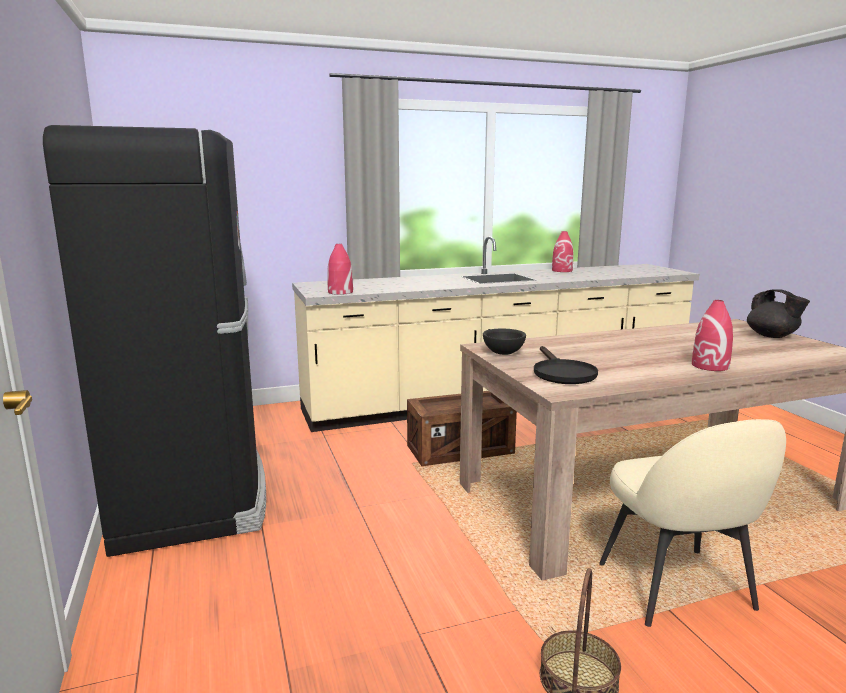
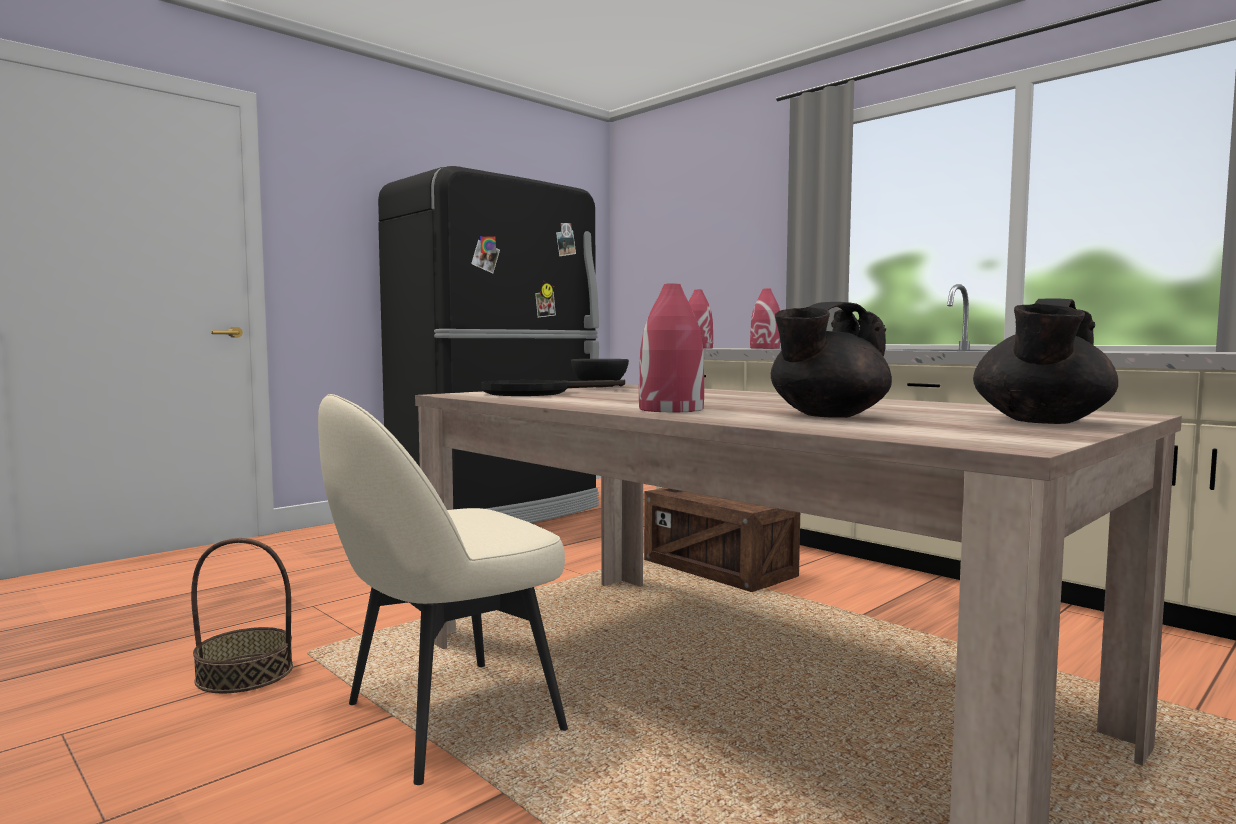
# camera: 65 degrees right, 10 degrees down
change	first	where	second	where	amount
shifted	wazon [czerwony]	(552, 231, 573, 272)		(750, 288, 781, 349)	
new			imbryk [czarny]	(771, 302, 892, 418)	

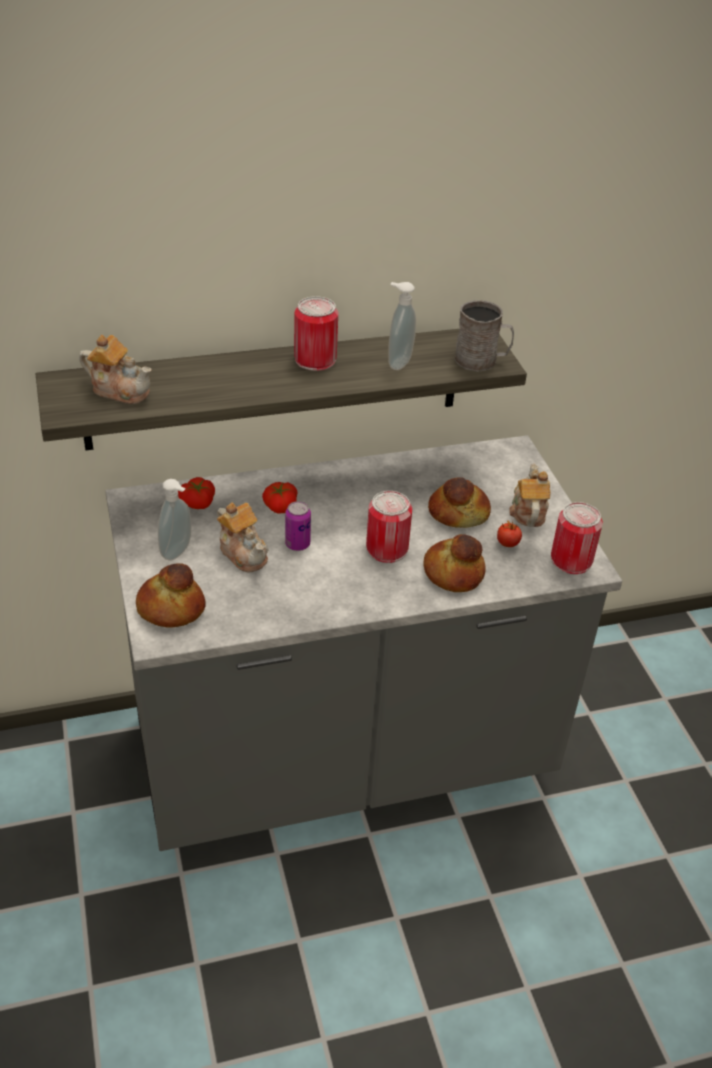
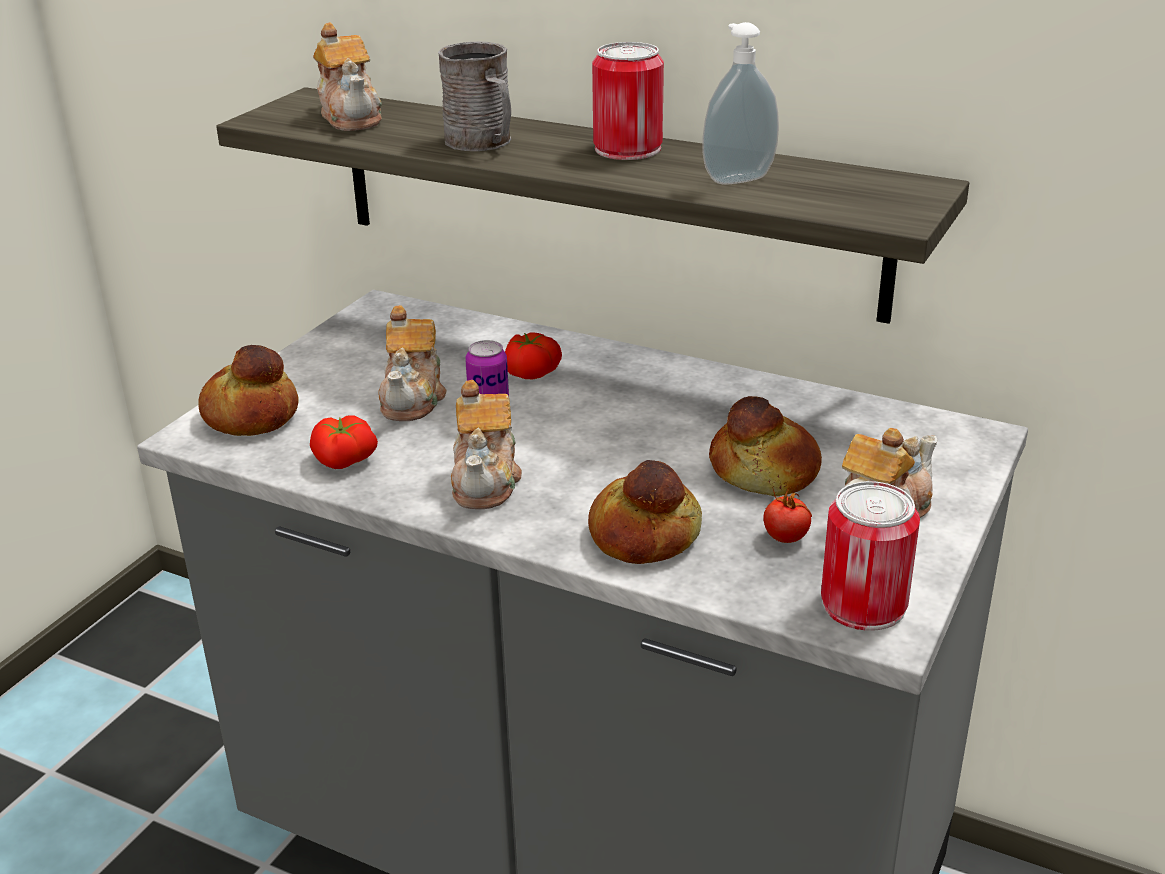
# camera: 45 degrees right, 10 degrees down
change	first	where	second	where	amount
shifted	pomidor	(178, 477, 215, 509)		(310, 415, 378, 469)	
shifted	kubek [szary]	(454, 300, 514, 372)		(438, 42, 511, 151)	
new			imbryk	(451, 380, 522, 509)	
gone	dozownik mydła	(158, 479, 191, 561)			
gone	puszka	(366, 491, 412, 563)			

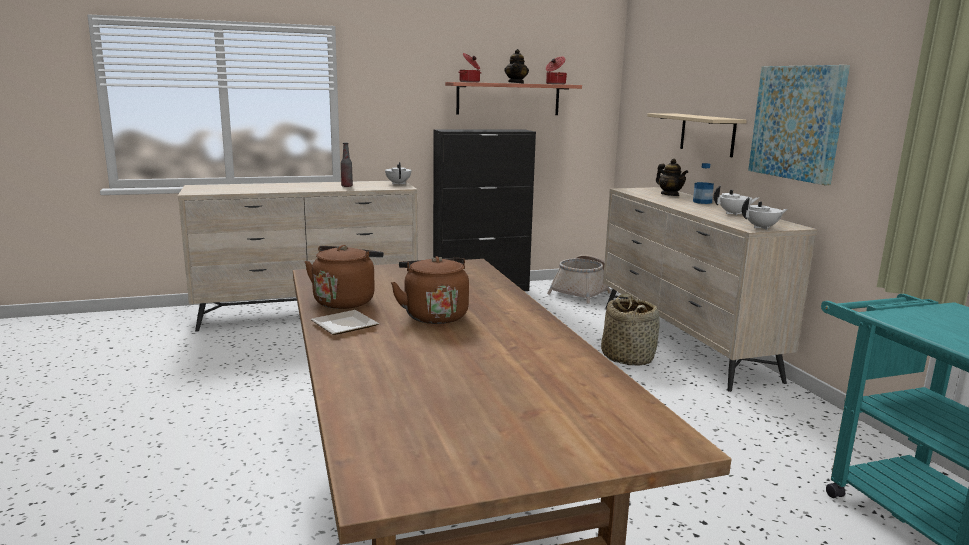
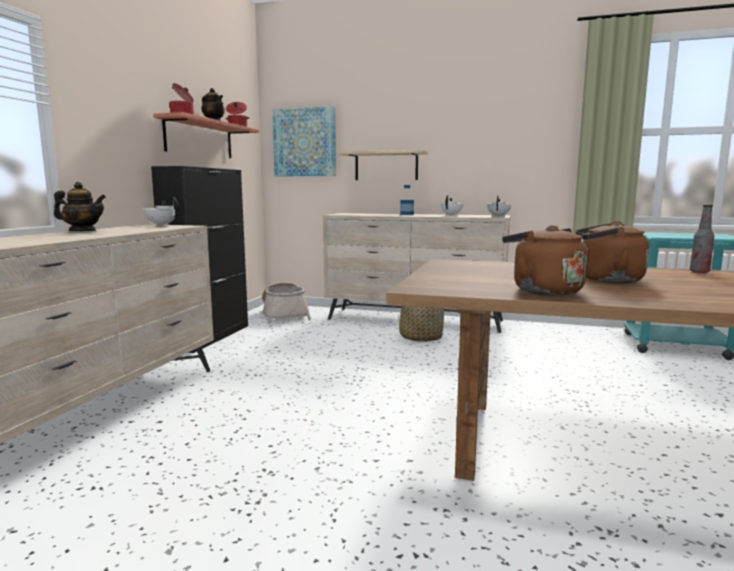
# camera: 55 degrees left, 5 degrees down
change	first	where	second	where	amount
shifted	imbryk	(656, 159, 688, 196)		(54, 182, 106, 231)	
shifted	obraz	(748, 65, 850, 185)		(272, 106, 336, 176)	
shifted	butelka	(341, 143, 353, 187)		(690, 205, 714, 273)	
gone	talerz	(311, 310, 379, 335)			

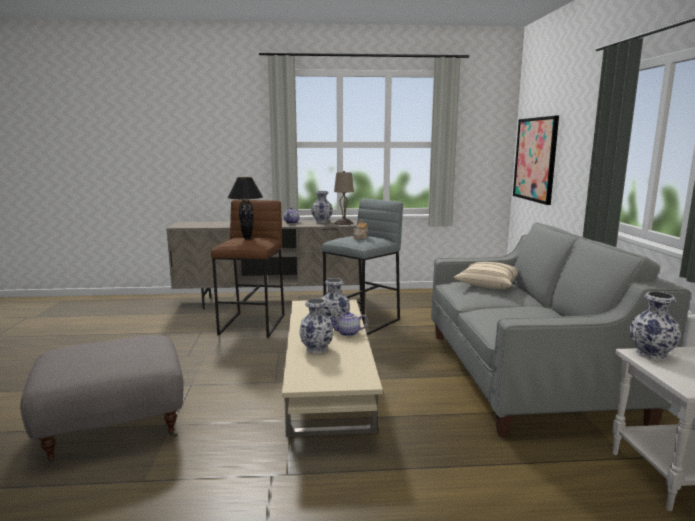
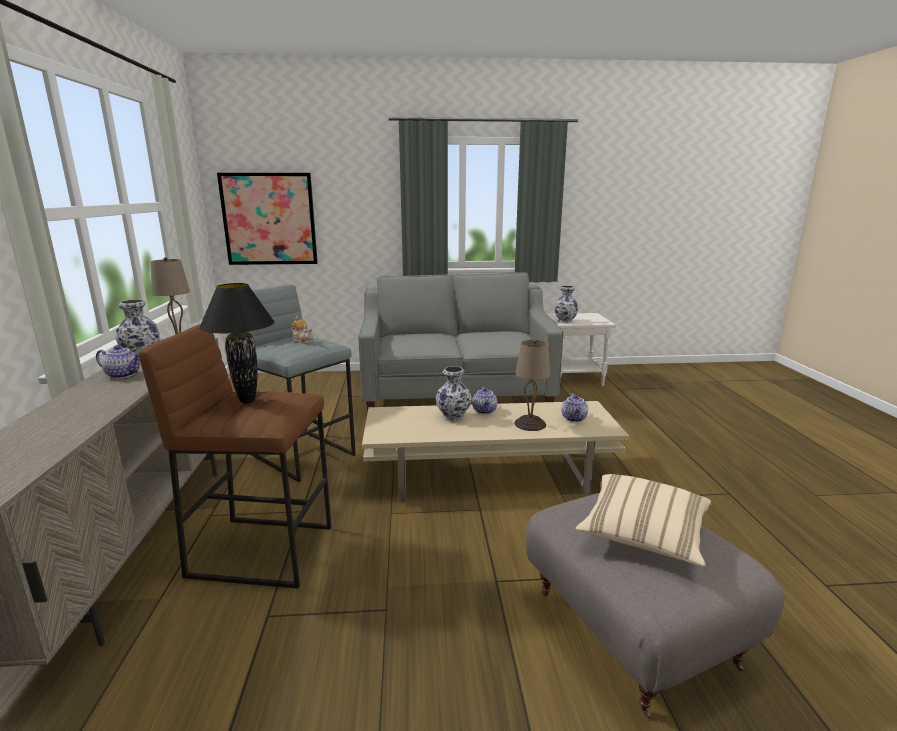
# camera: 90 degrees left, 5 degrees up
change	first	where	second	where	amount
swapped	wazon	(300, 298, 333, 354)	lampa stołowa [beżowy]	(514, 340, 550, 431)	
new			imbryk	(562, 393, 588, 422)	
shifted	poduszka [beżowy]	(453, 262, 518, 290)		(576, 474, 711, 567)	

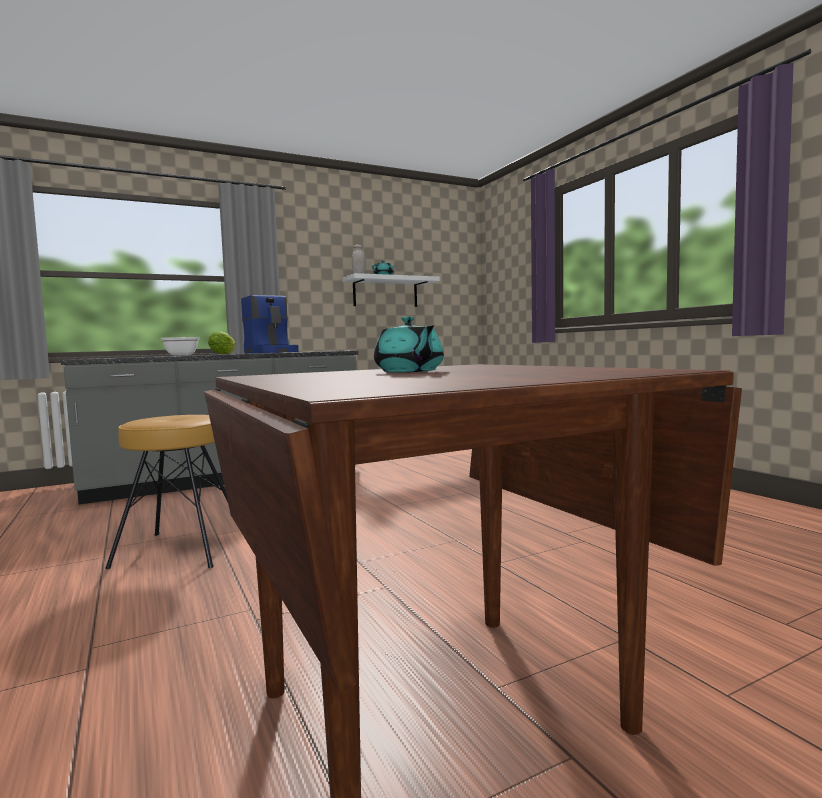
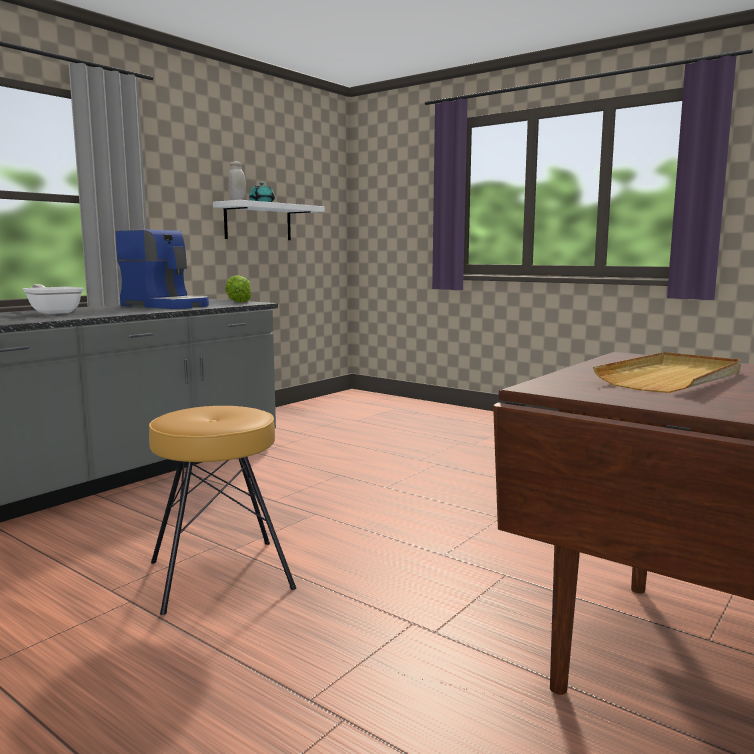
# camera: 25 degrees left, 5 degrees up
change	first	where	second	where	amount
shifted	sałata	(208, 331, 236, 354)		(225, 275, 252, 302)	
swapped	imbryk [turkusowy]	(374, 317, 444, 372)	taca [beżowy]	(593, 352, 741, 393)	

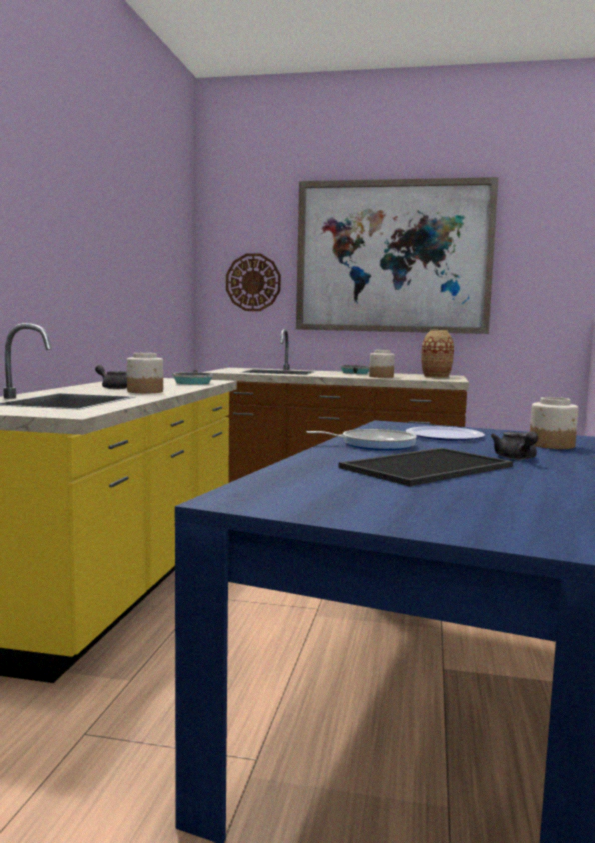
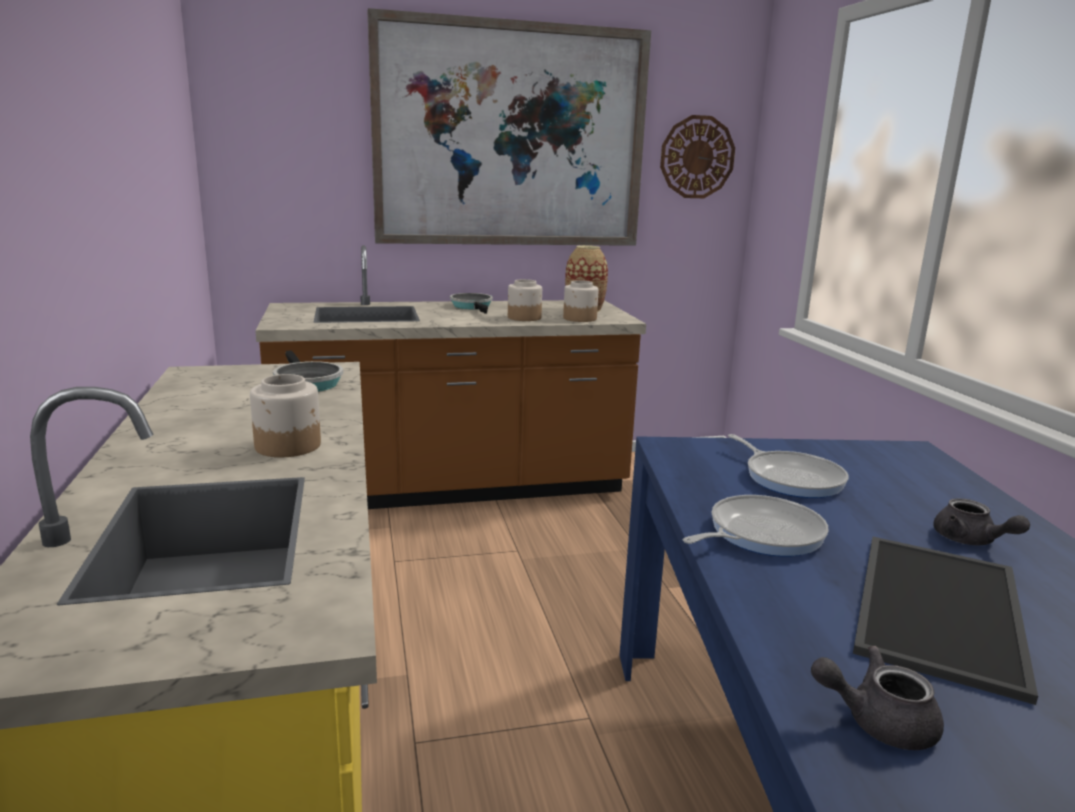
# camera: 25 degrees left, 10 degrees up
change	first	where	second	where	amount
shifted	słoik	(530, 397, 578, 449)		(563, 280, 599, 322)	
shifted	zegar ścienny	(226, 254, 281, 311)		(660, 115, 735, 198)	
swapped	talerz	(406, 426, 485, 441)	patelnia	(728, 434, 848, 498)	
shifted	imbryk [szary]	(95, 365, 127, 389)		(811, 646, 944, 750)	

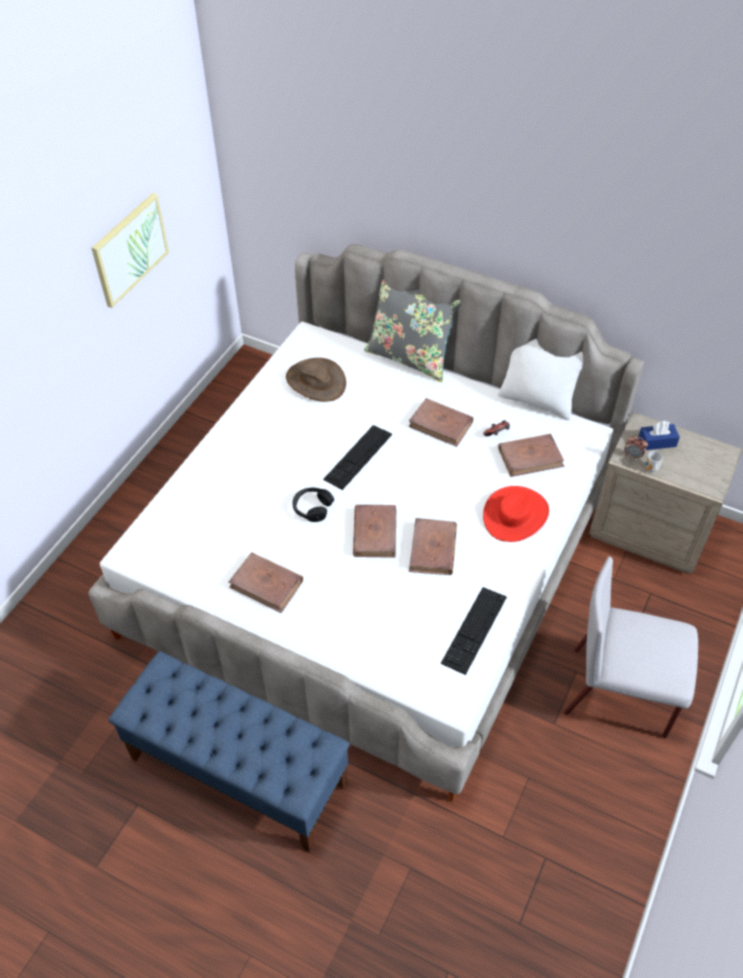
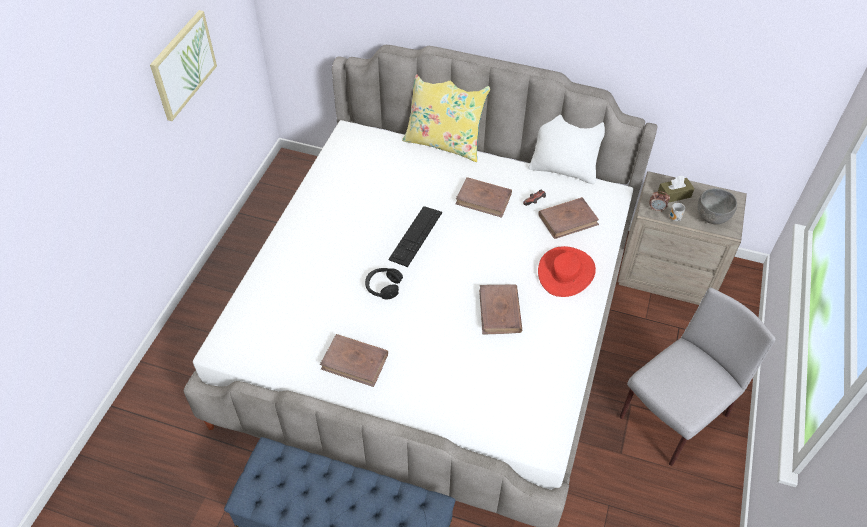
# camera: 10 degrees left, 0 degrees up
change	first	where	second	where	amount
repainted	poduszka [szary]	(364, 279, 461, 382)	poduszka [żółty]	(402, 74, 490, 162)	
rotated	krzesło [szary]	(564, 556, 698, 738)		(620, 288, 776, 466)	135 degrees clockwise
repainted	pudełko chusteczek [niebieski]	(638, 421, 680, 450)	pudełko chusteczek [brązowy]	(658, 176, 695, 203)	
new			miska [szary]	(698, 188, 737, 225)	
gone	kapelusz [brązowy]	(286, 358, 346, 402)			
gone	książka [brązowy]	(353, 505, 396, 558)			
gone	klawiatura	(441, 587, 507, 675)			

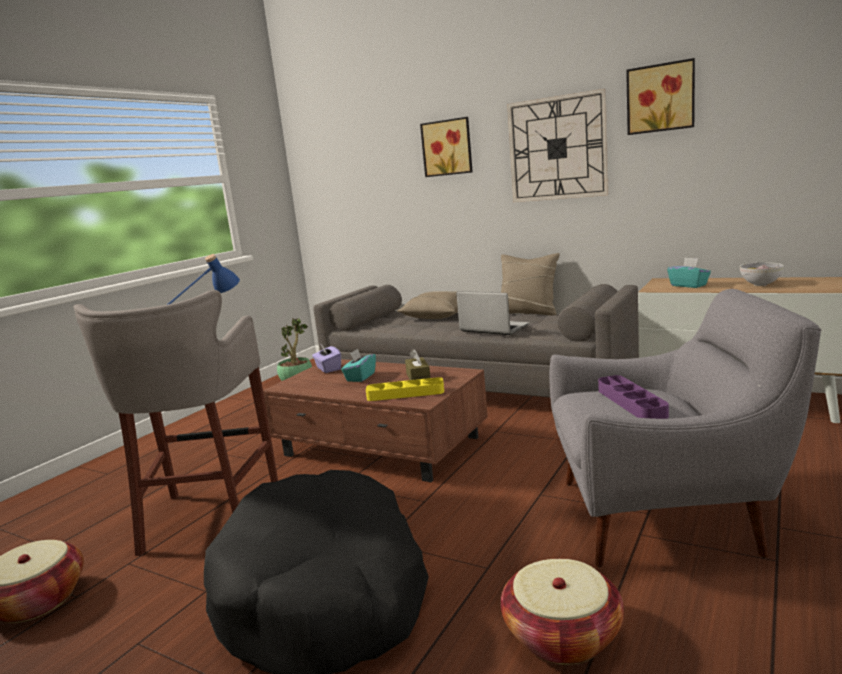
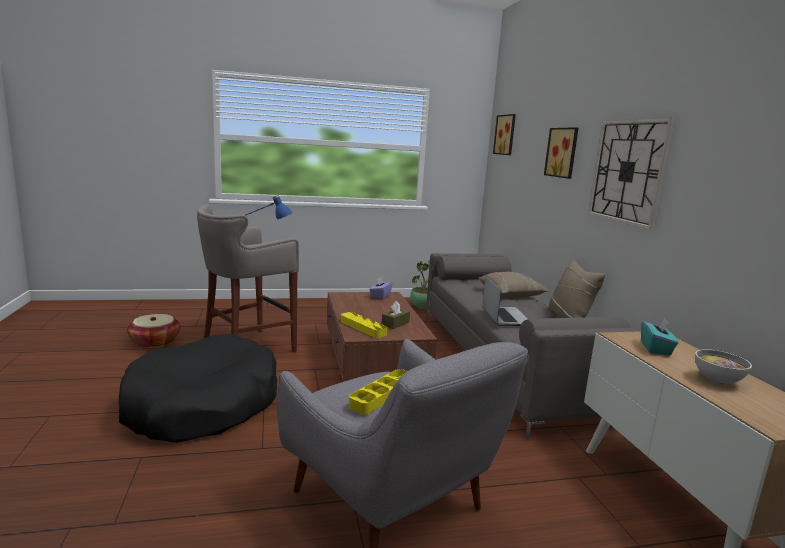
# camera: 45 degrees right, 0 degrees up
change	first	where	second	where	amount
repainted	taca [fioletowy]	(598, 375, 669, 419)	taca [żółty]	(349, 369, 407, 414)	
shifted	obraz	(626, 58, 695, 135)		(493, 114, 516, 155)	
gone	pudełko chusteczek [turkusowy]	(341, 348, 376, 382)			
gone	koszyk	(501, 559, 624, 665)			

